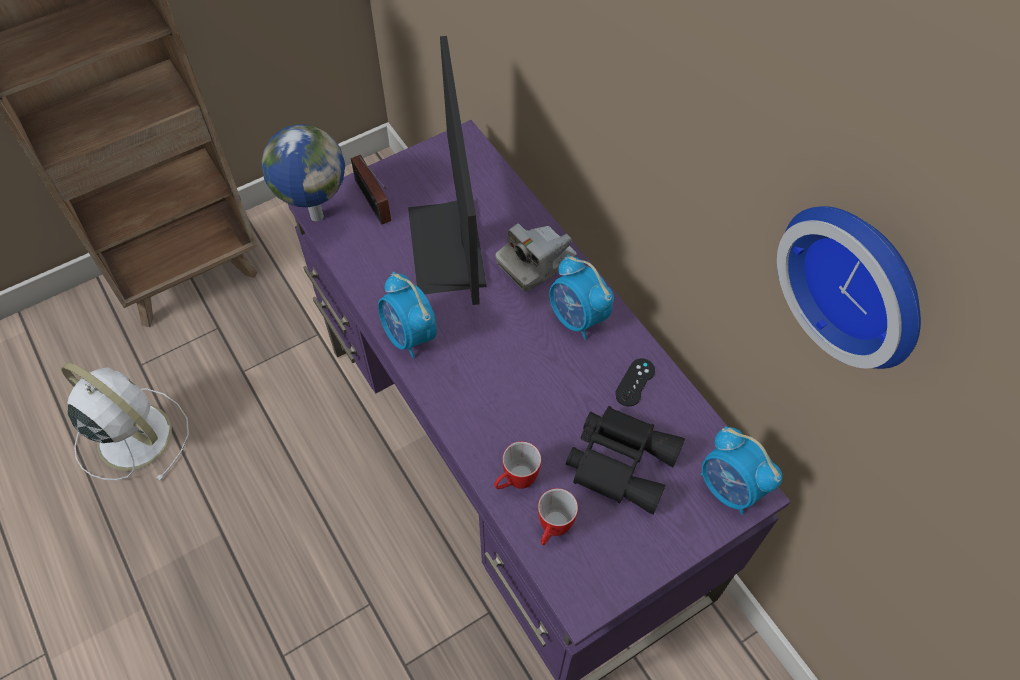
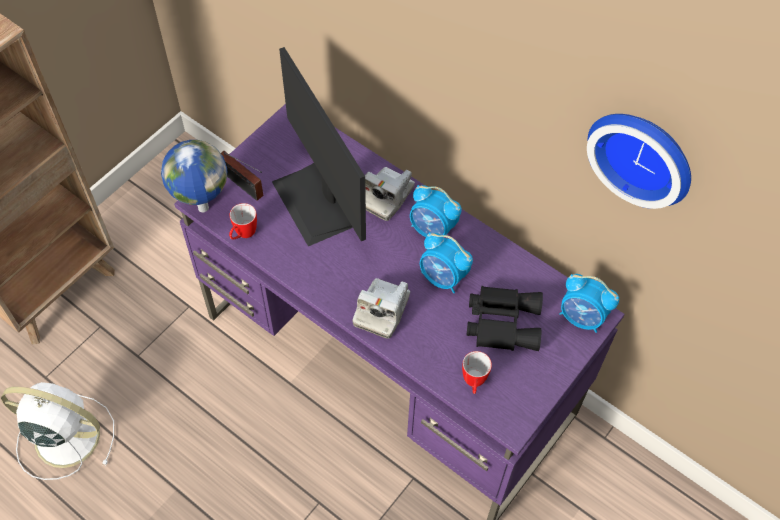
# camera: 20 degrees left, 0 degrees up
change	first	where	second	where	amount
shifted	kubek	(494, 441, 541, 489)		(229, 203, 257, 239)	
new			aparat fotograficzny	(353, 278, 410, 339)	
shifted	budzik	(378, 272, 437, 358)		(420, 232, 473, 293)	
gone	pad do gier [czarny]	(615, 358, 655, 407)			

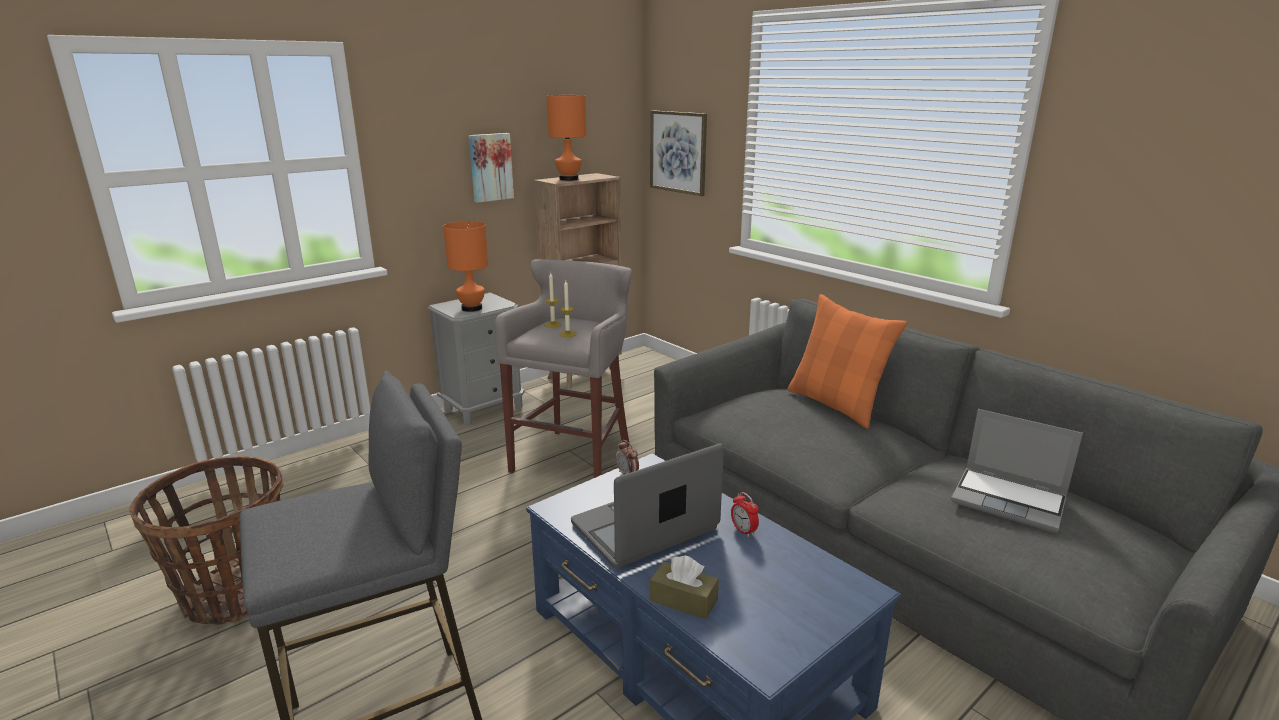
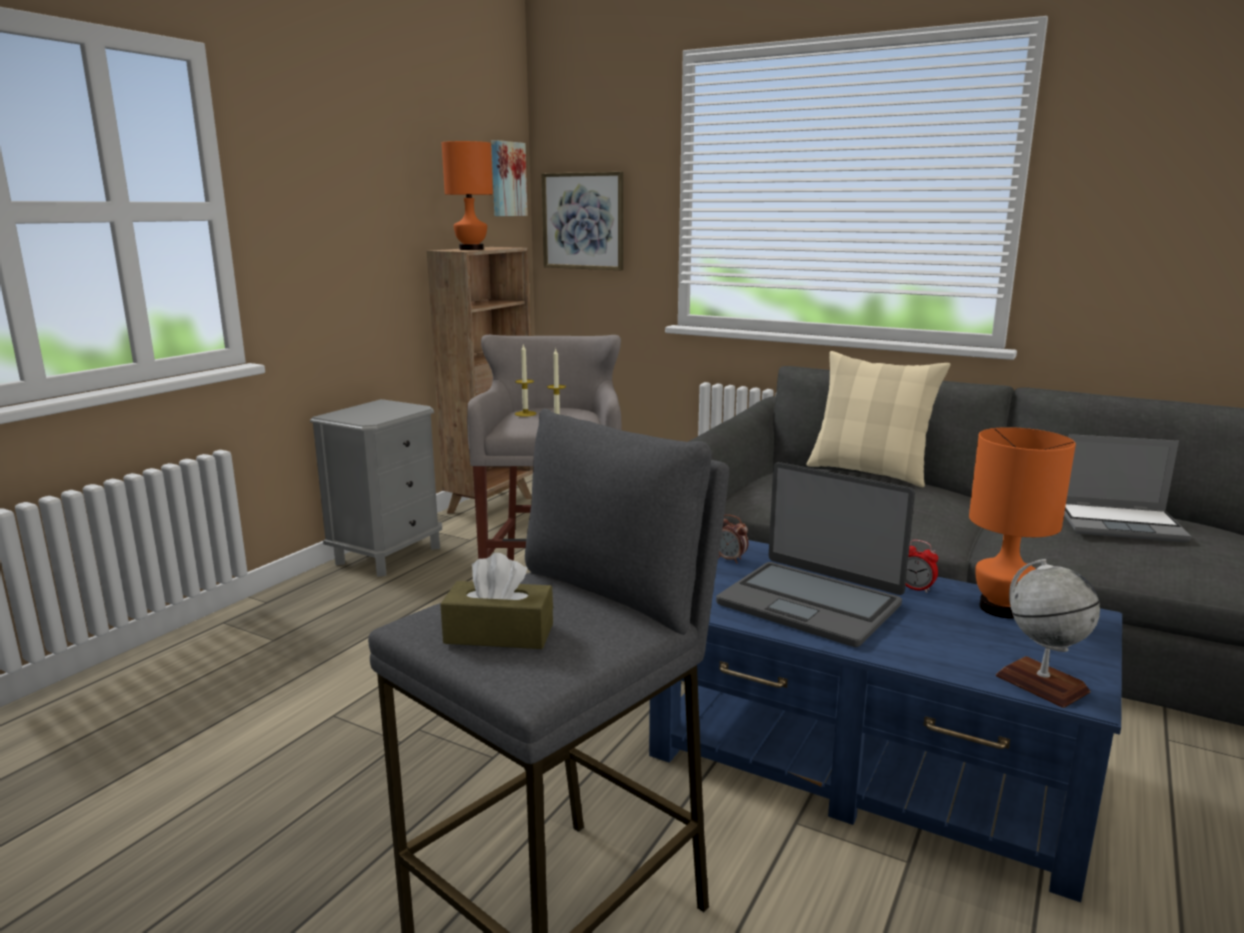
# camera: 20 degrees left, 5 degrees down
change	first	where	second	where	amount
shifted	pudełko chusteczek [brązowy]	(650, 555, 719, 619)		(440, 553, 553, 649)	
shifted	obraz	(469, 133, 514, 203)		(491, 140, 528, 216)	
rotated	laptop	(571, 443, 724, 568)		(716, 462, 915, 647)	90 degrees counterclockwise
repainted	poduszka [pomarańczowy]	(787, 294, 907, 429)	poduszka [beżowy]	(806, 351, 951, 487)	
shifted	lampa stołowa [pomarańczowy]	(443, 221, 488, 312)		(969, 427, 1076, 619)	
new			globus	(996, 559, 1100, 708)	
gone	koszyk	(129, 456, 283, 625)			

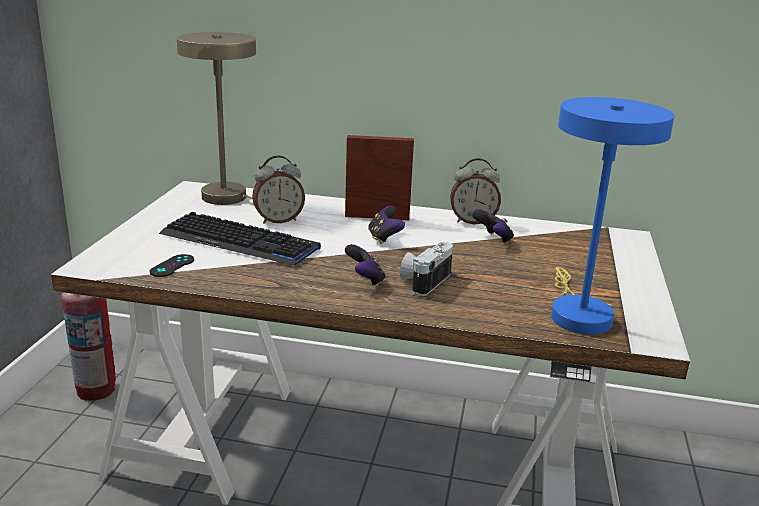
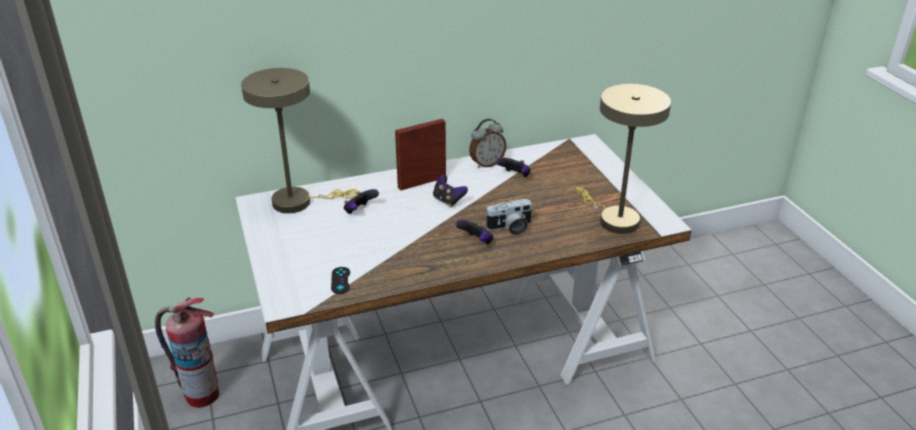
# camera: 30 degrees left, 10 degrees up
change	first	where	second	where	amount
swapped	budzik	(252, 156, 305, 224)	pad do gier	(344, 189, 379, 214)	
rotated	aparat fotograficzny	(400, 242, 453, 296)		(485, 198, 533, 235)	105 degrees counterclockwise
repainted	lampa stołowa [niebieski]	(551, 97, 675, 335)	lampa stołowa [beżowy]	(576, 84, 671, 234)	
gone	klawiatura	(159, 212, 321, 265)			

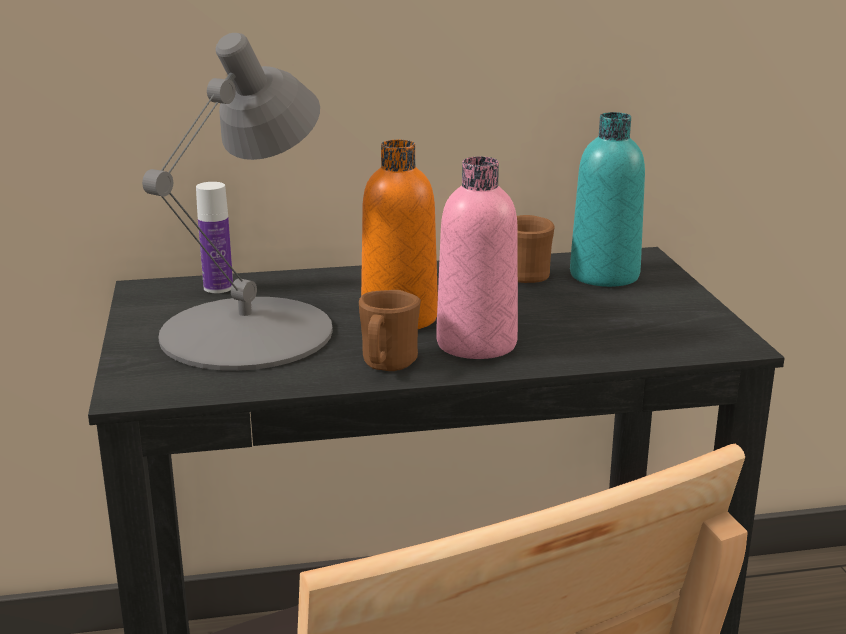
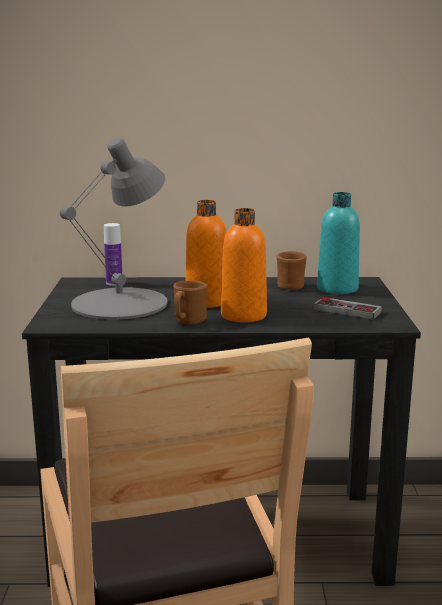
# camera: 10 degrees right, 5 degrees down
change	first	where	second	where	amount
repainted	butelka [różowy]	(436, 157, 518, 359)	butelka [pomarańczowy]	(221, 208, 267, 322)	
new			pad do gier	(313, 297, 382, 320)	

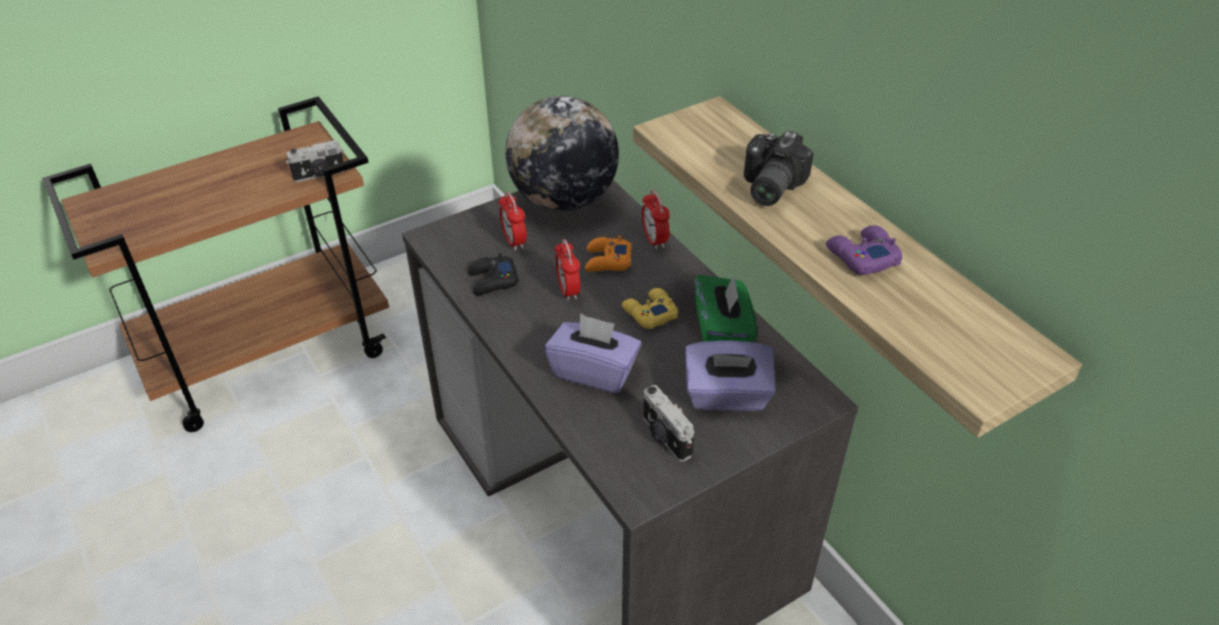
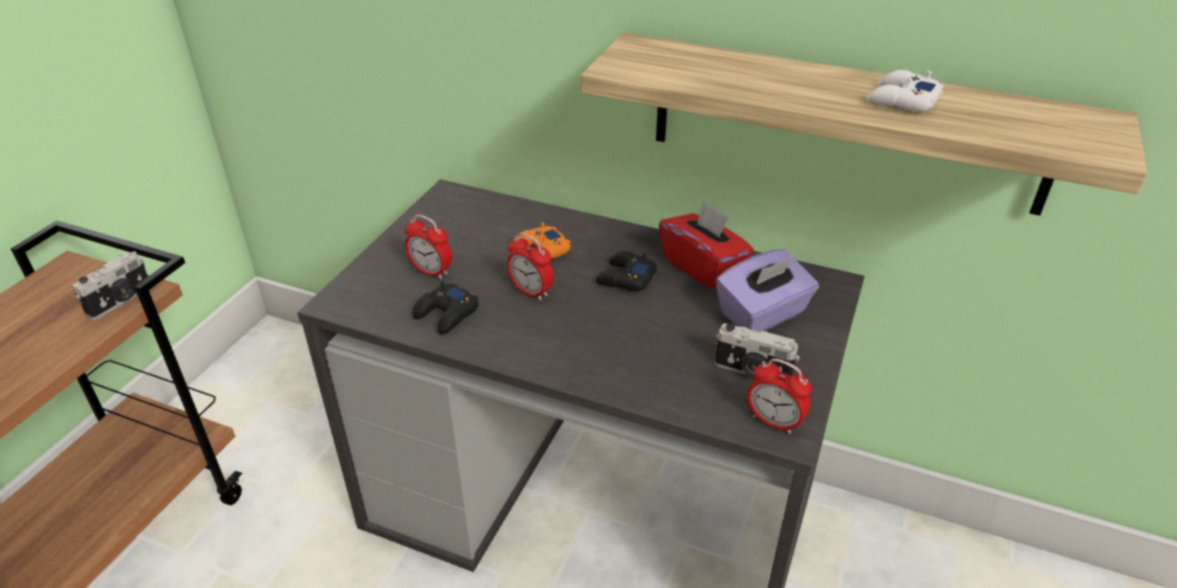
# camera: 35 degrees left, 5 degrees down
change	first	where	second	where	amount
repainted	pad do gier [żółty]	(622, 288, 678, 329)	pad do gier [czarny]	(596, 251, 657, 292)	
repainted	pudełko chusteczek [zielony]	(695, 275, 757, 342)	pudełko chusteczek [czerwony]	(659, 201, 754, 289)	
shifted	budzik	(642, 190, 670, 249)		(747, 358, 812, 434)	
repainted	pad do gier [fioletowy]	(826, 225, 902, 275)	pad do gier [biały]	(867, 70, 944, 112)	
gone	globus	(505, 96, 619, 211)			
gone	pudełko chusteczek [fioletowy]	(545, 313, 642, 393)			
gone	aparat fotograficzny	(744, 131, 814, 206)			

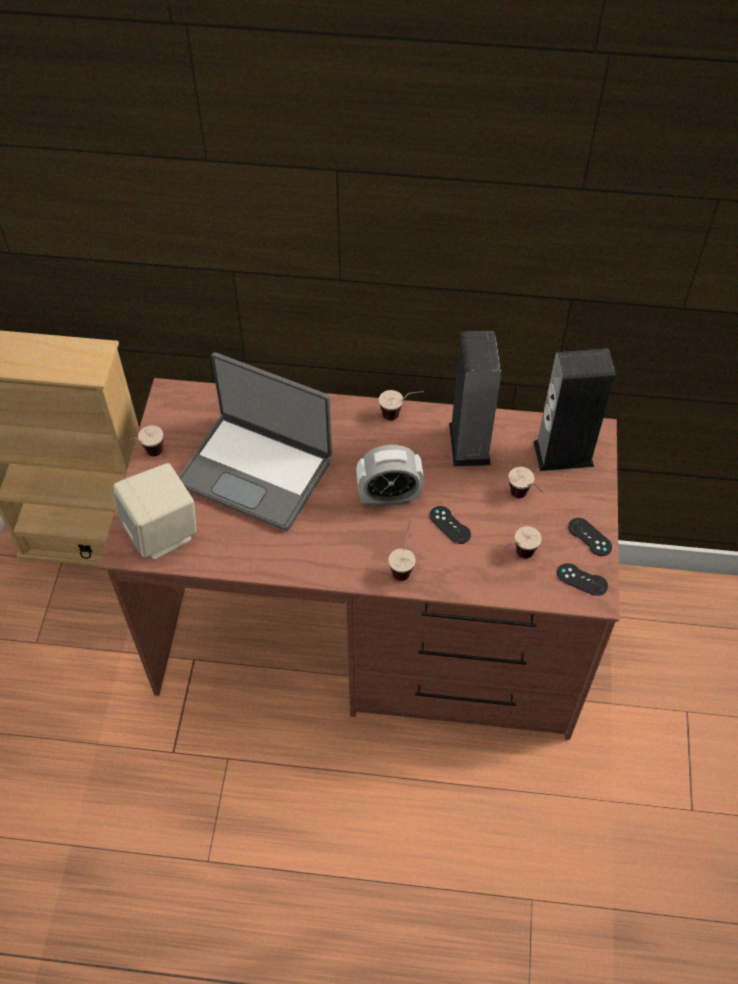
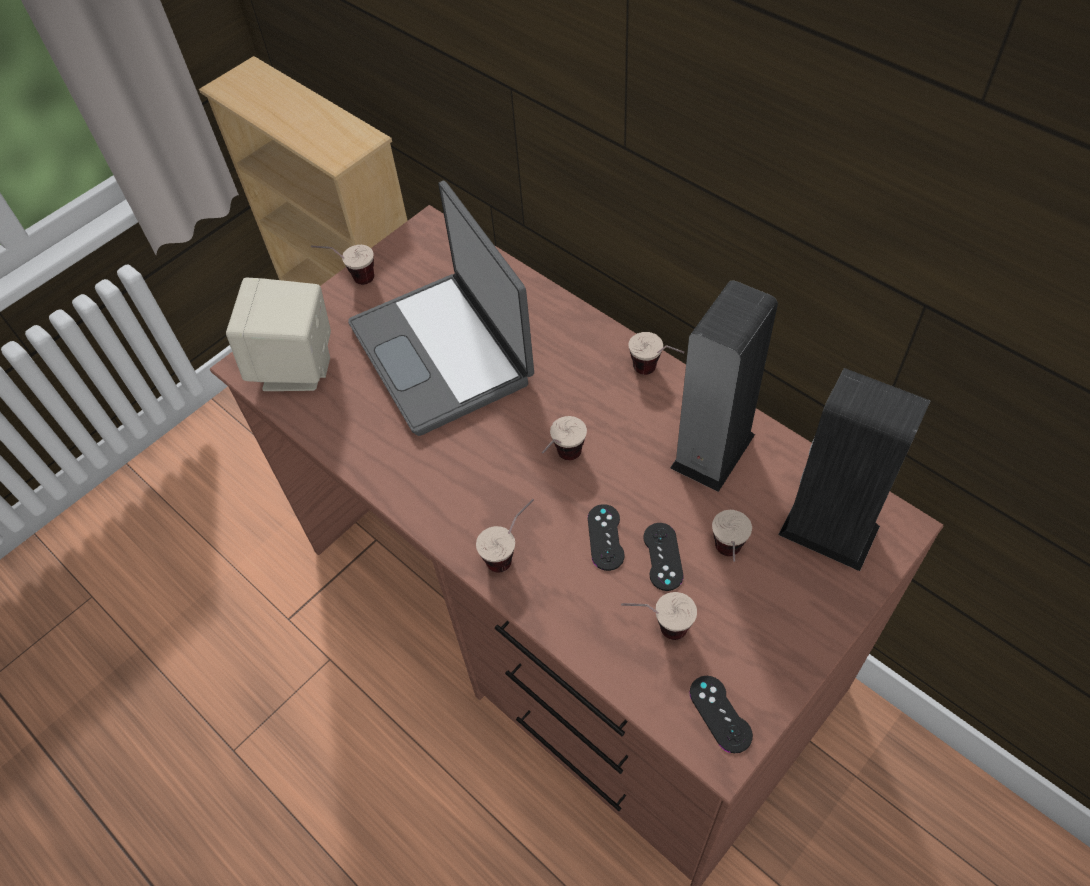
# camera: 40 degrees right, 0 degrees up
change	first	where	second	where	amount
swapped	budzik	(356, 445, 424, 507)	filiżanka	(542, 416, 587, 460)	
shifted	pad do gier [czarny]	(568, 518, 612, 556)		(643, 523, 683, 591)	

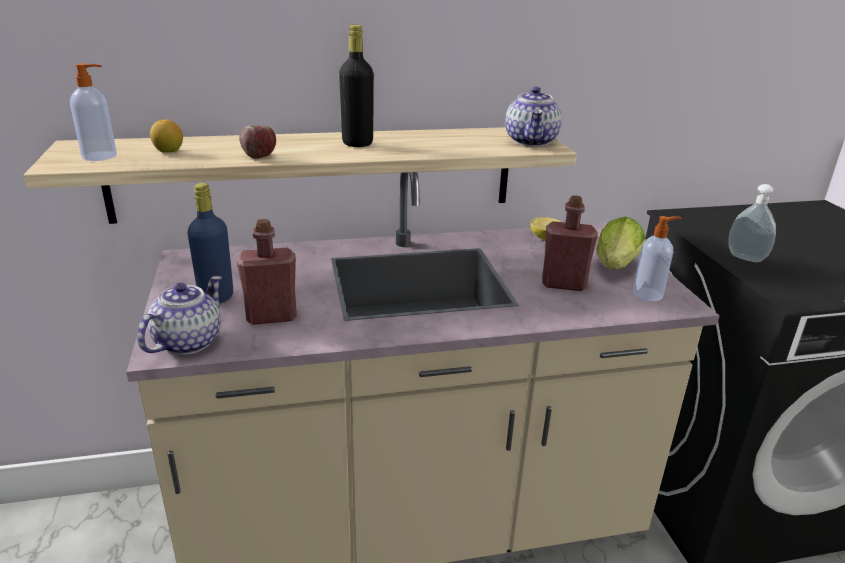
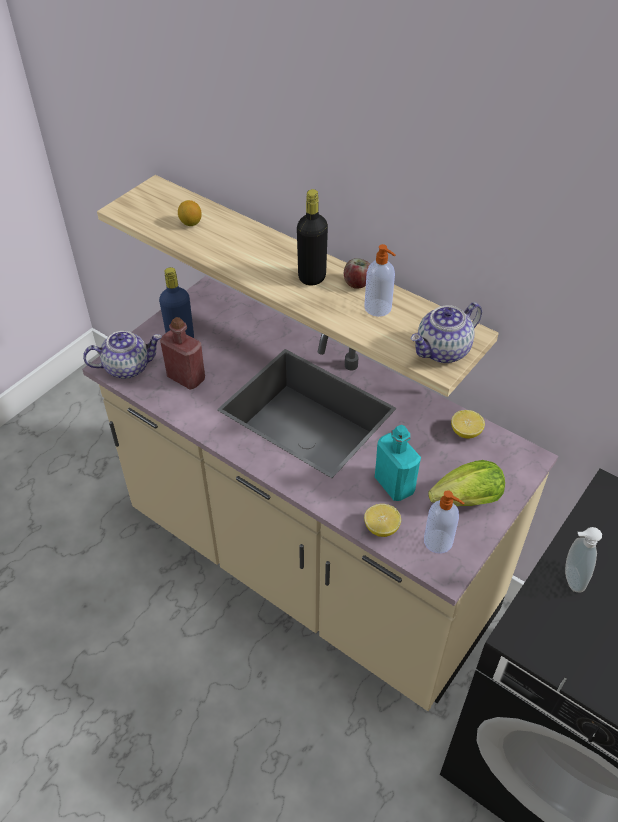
# camera: 50 degrees right, 20 degrees up
change	first	where	second	where	amount
shifted	jabłko	(239, 125, 276, 159)		(344, 258, 370, 289)	
shifted	dozownik mydła	(70, 63, 117, 161)		(364, 244, 396, 317)	
new			cytryna	(364, 504, 401, 537)	
repainted	butelka [czerwony]	(542, 195, 598, 291)	butelka [turkusowy]	(375, 425, 421, 501)	

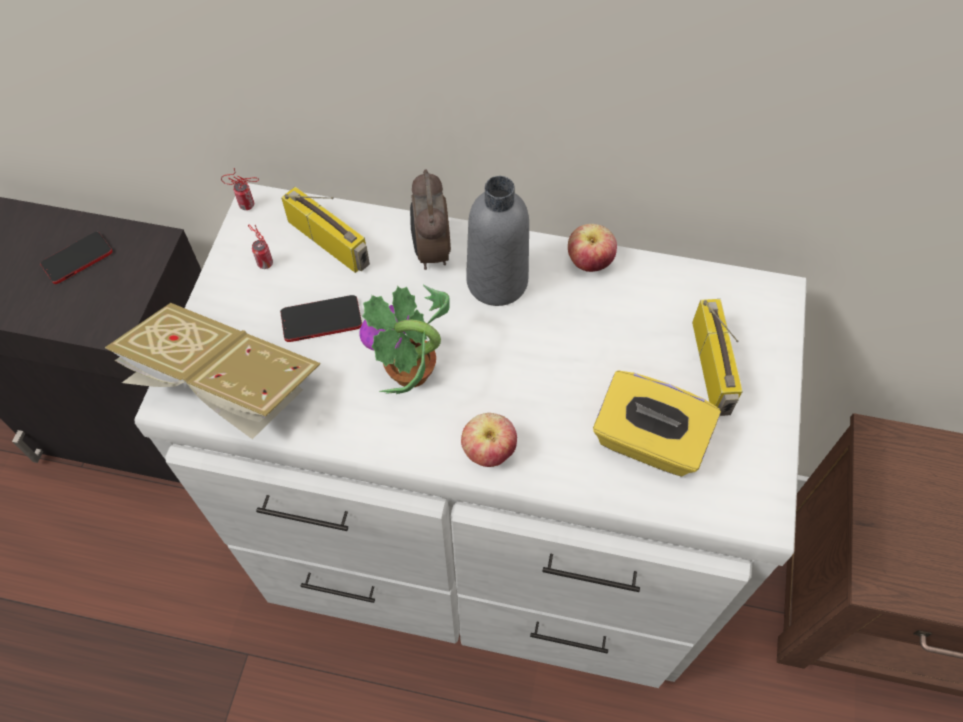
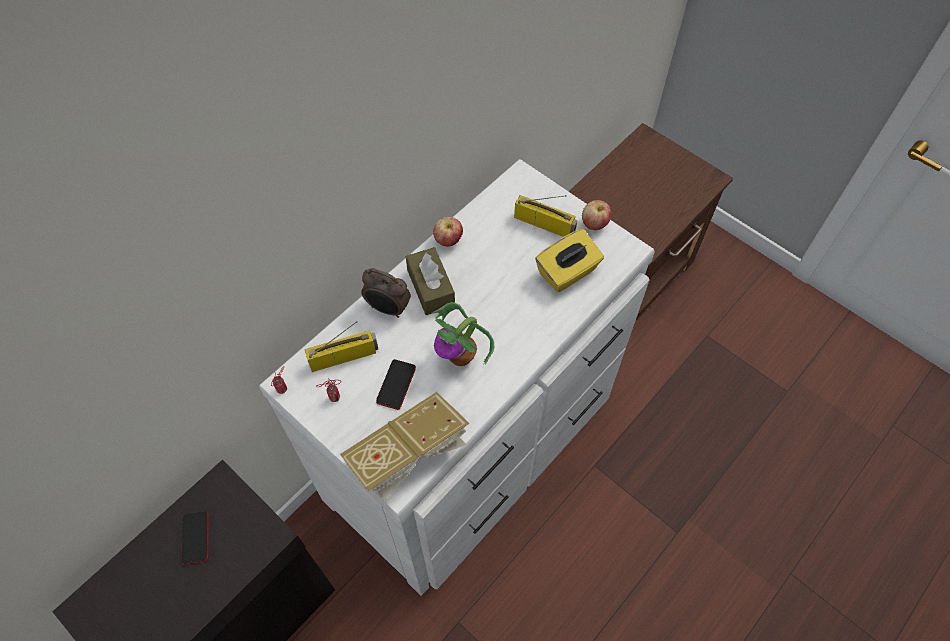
# camera: 60 degrees left, 0 degrees up
change	first	where	second	where	amount
swapped	butelka [szary]	(466, 176, 529, 306)	pudełko chusteczek [brązowy]	(406, 247, 455, 315)	
shifted	jabłko	(461, 413, 517, 467)		(582, 200, 612, 230)	

